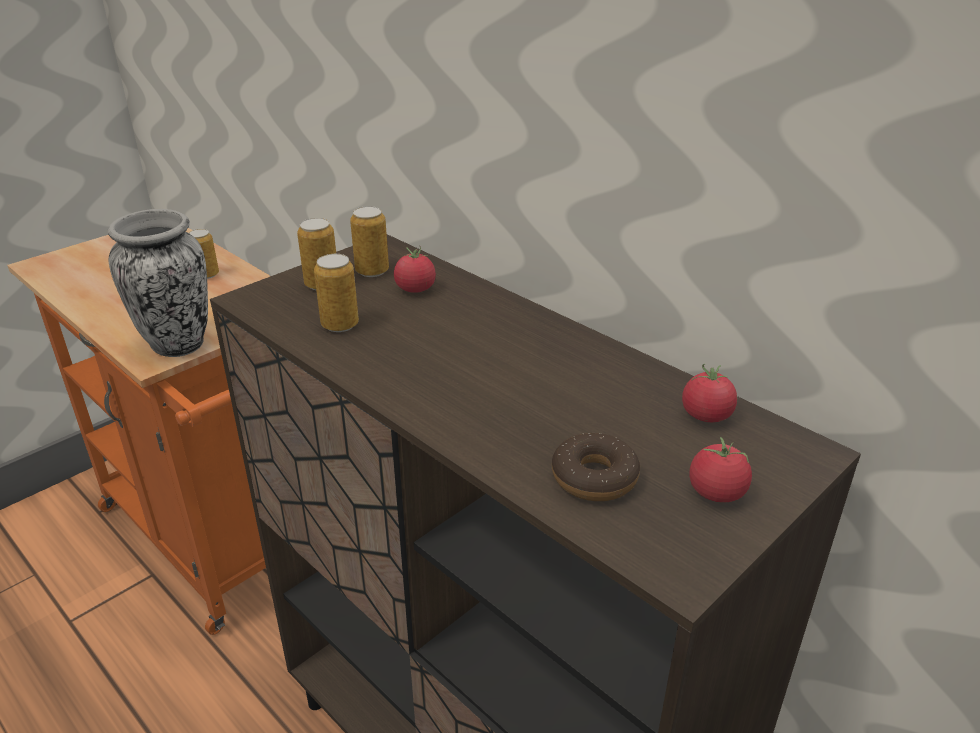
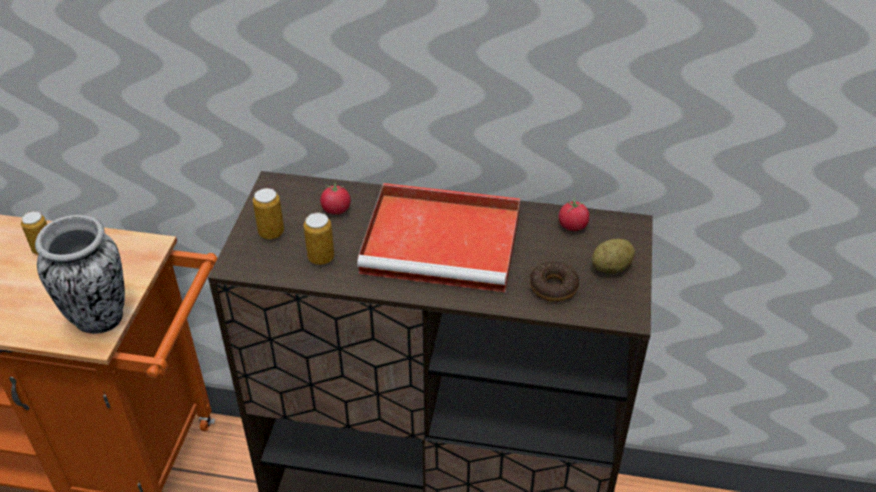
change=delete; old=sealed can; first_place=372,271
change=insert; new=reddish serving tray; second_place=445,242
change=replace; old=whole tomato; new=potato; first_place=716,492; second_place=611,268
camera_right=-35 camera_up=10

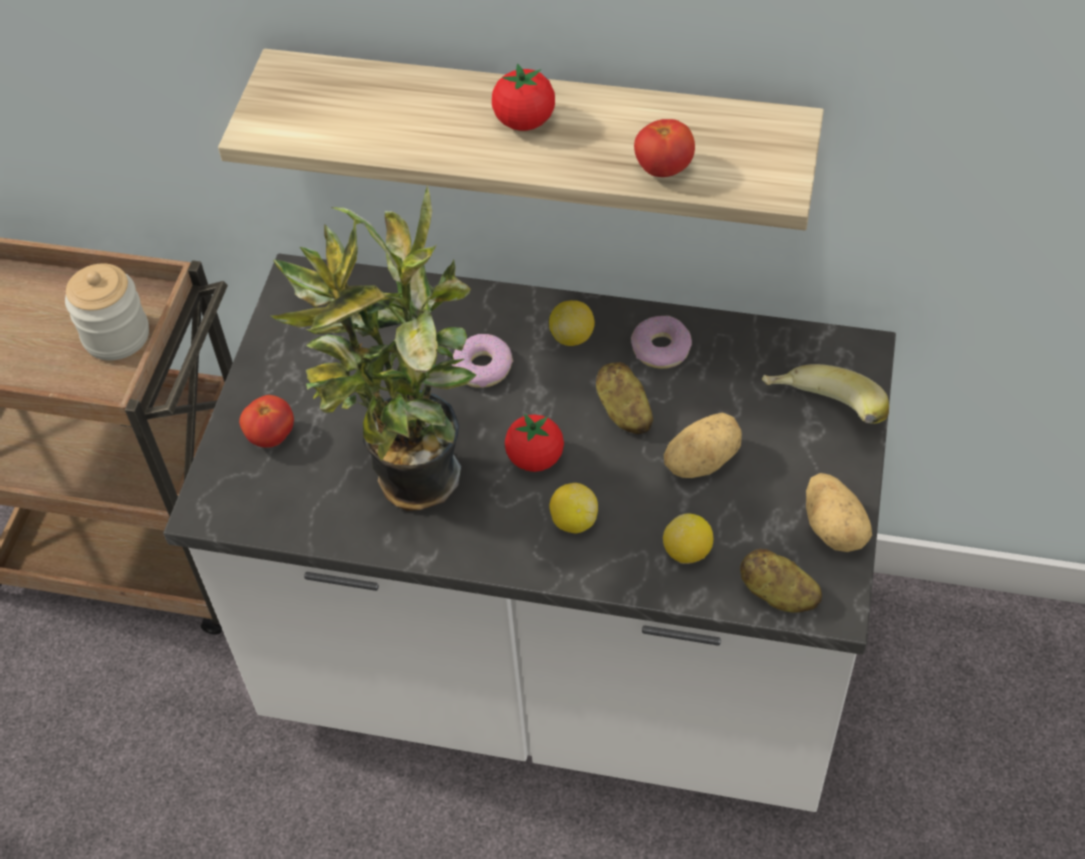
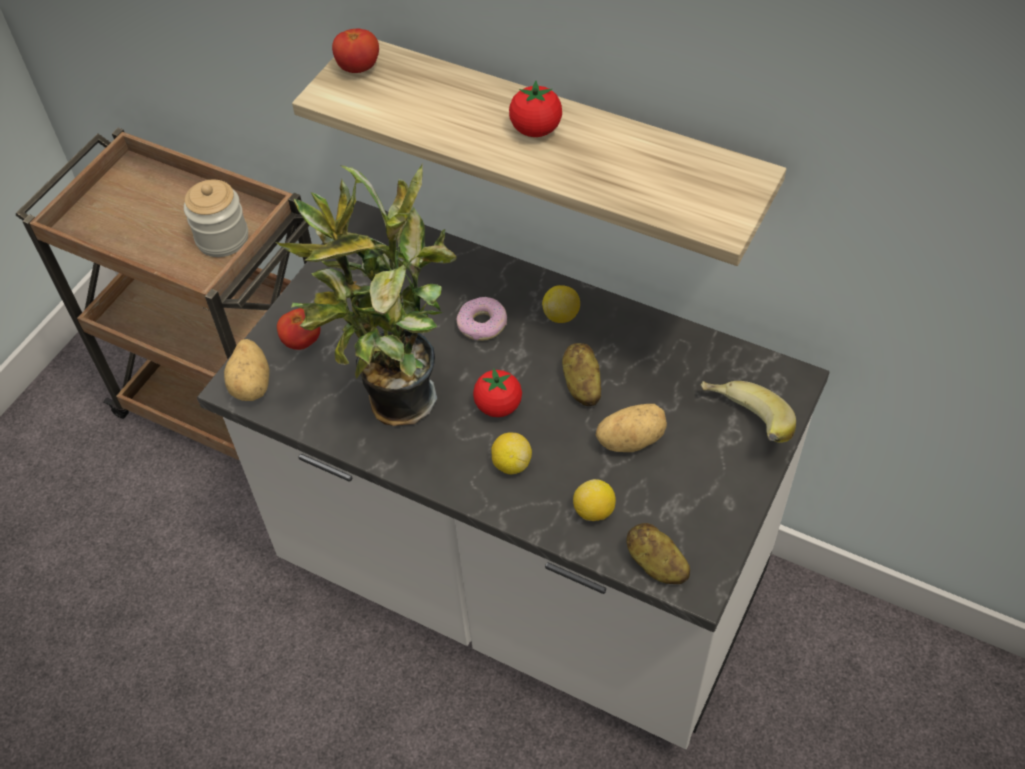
change=delete; old=doughnut; first_place=660,349
change=move; old=whole tomato; first_place=663,168; second_place=359,68
change=move; old=potato; first_place=835,528; second_place=252,384
camera_right=15 camera_up=0

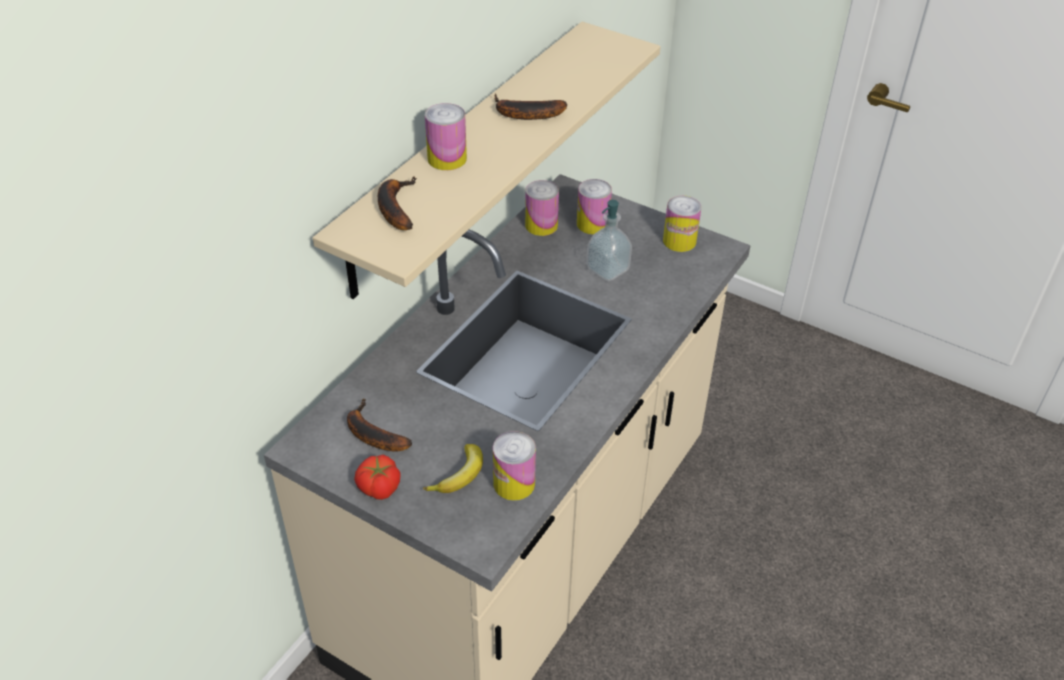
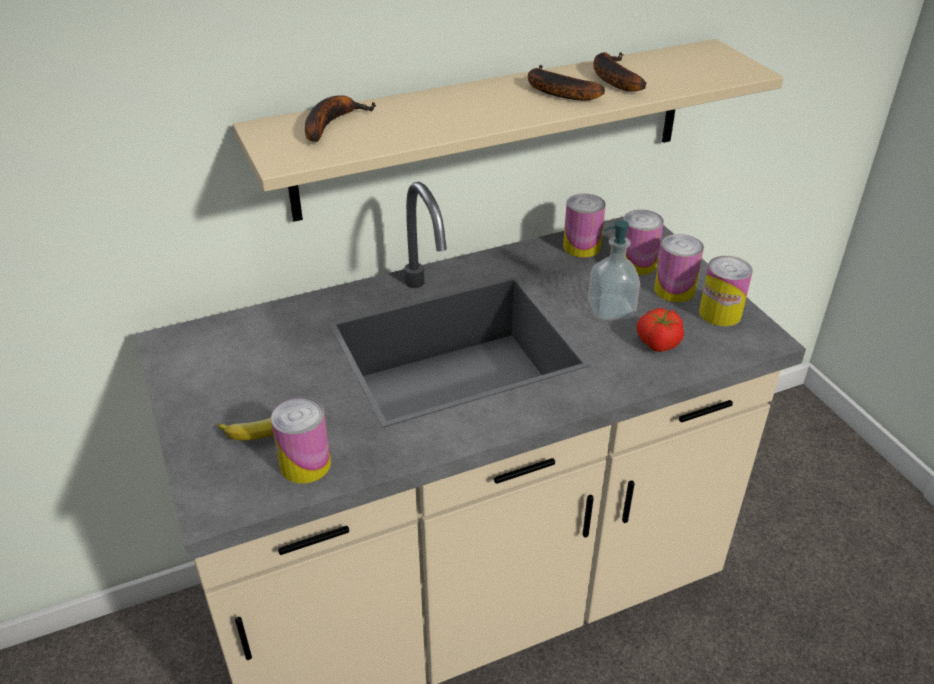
change=move; old=banana; first_place=371,434; second_place=612,78
change=move; old=whole tomato; first_place=378,487; second_place=657,342
change=move; old=sealed can; first_place=447,159; second_place=674,290
camera_right=35 camera_up=-5

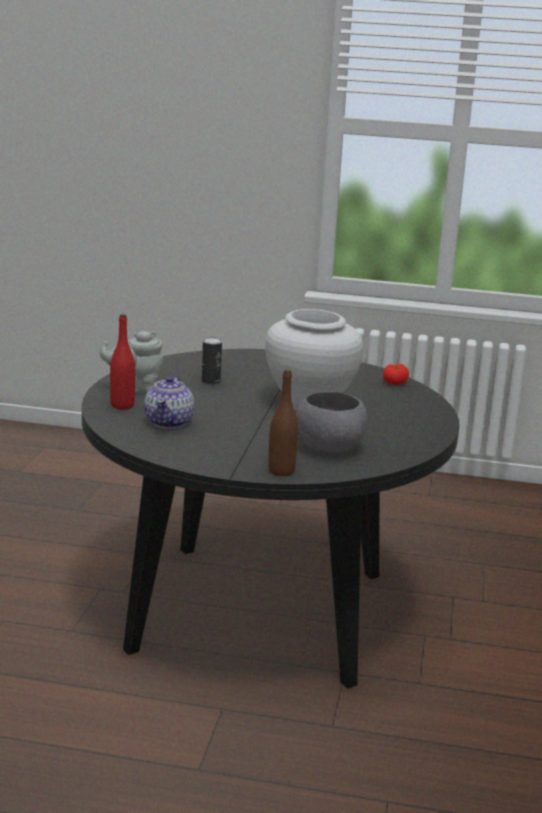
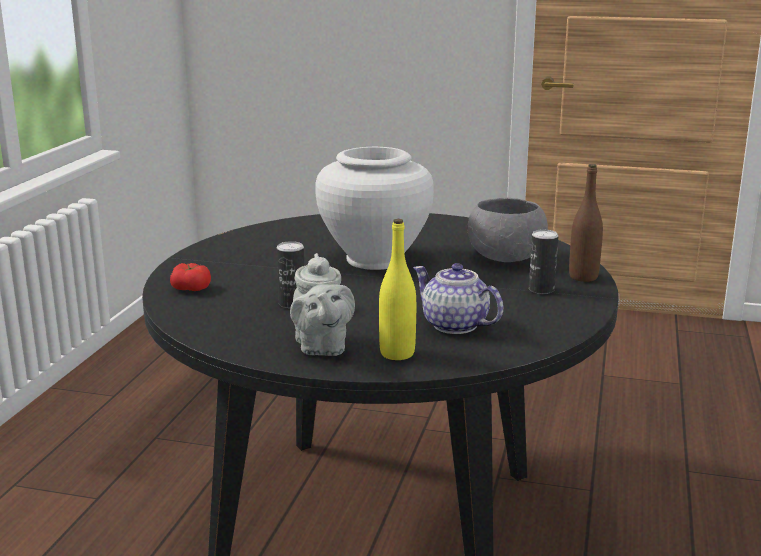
change=insert; new=sealed can; second_place=541,289
change=move; old=whole tomato; first_place=395,382; second_place=191,288
change=recolor; old=reddish bottle; new=yellow bottle; first_place=122,405; second_place=397,353
change=rotate; old=tea pot; first_place=169,422; second_place=455,325; degrees=-150
camera_right=-85 camera_up=0

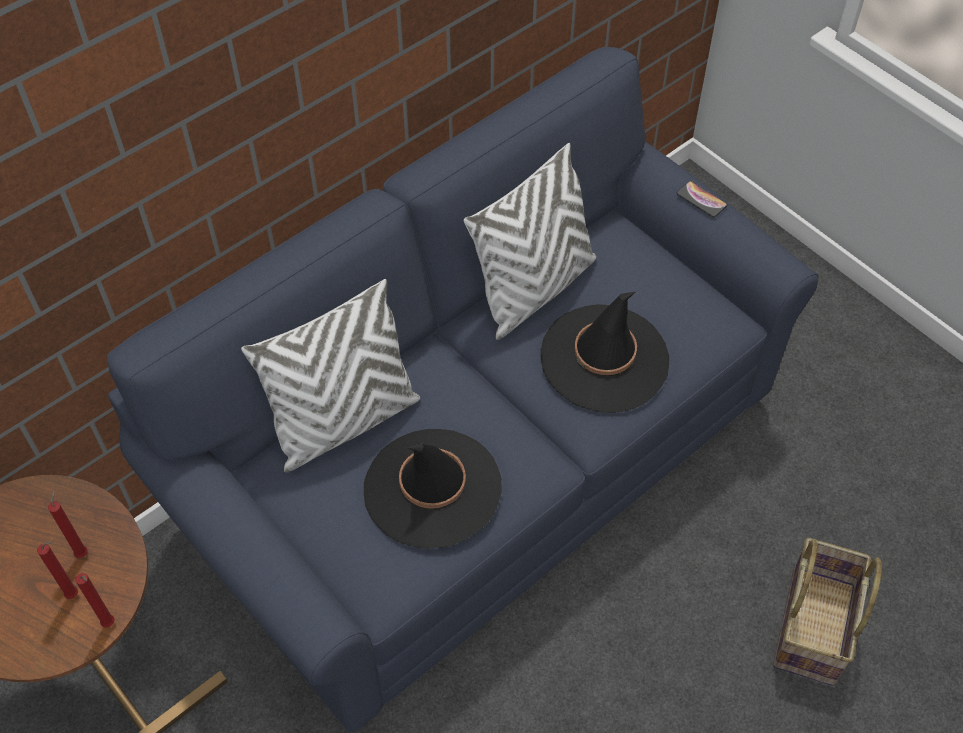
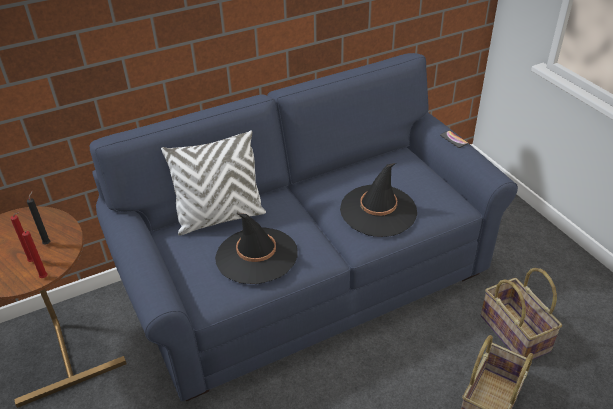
change=delete; old=white cushion; first_place=534,289
change=insert; new=storage basket; second_place=516,333
change=recolor; old=reddish wax candle; new=black wax candle; first_place=83,552; second_place=48,243
camera_right=15 camera_up=-15

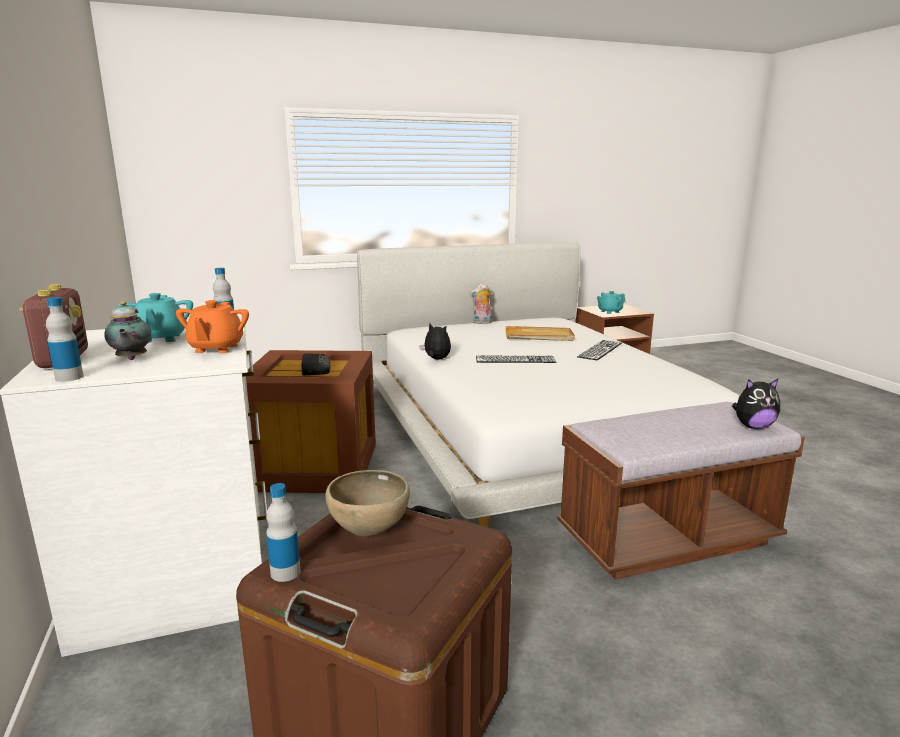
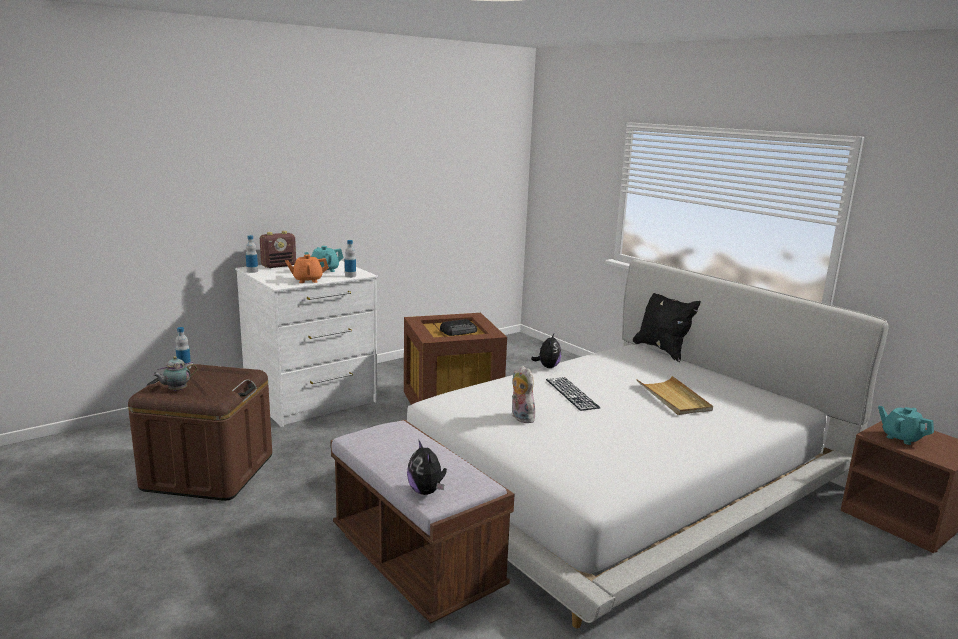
change=delete; old=brown bowl; first_place=369,531
change=delete; old=keyboard; first_place=600,350
change=insert; new=black cushion; second_place=662,350
change=move; old=tea pot; first_place=131,359; second_place=176,390
change=move; old=plush toy; first_place=482,323; second_place=520,417
camera_right=70 camera_up=0

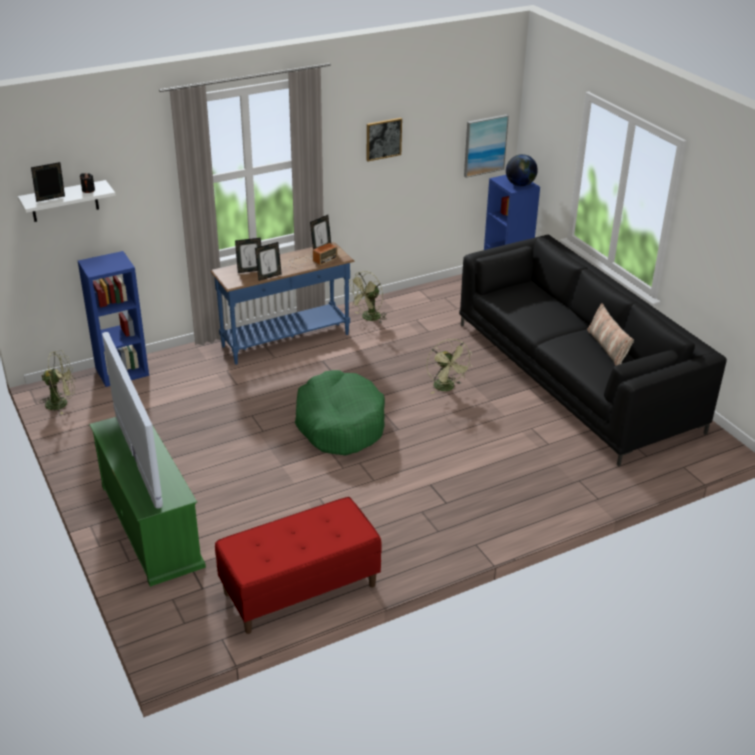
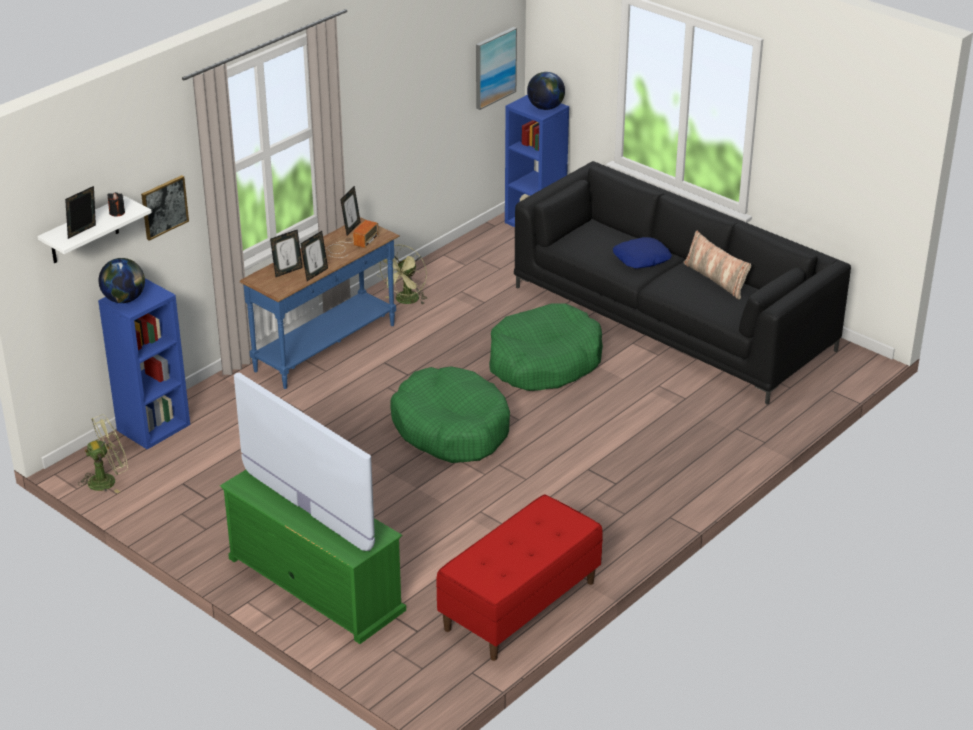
change=insert; new=world globe; second_place=124,299
change=insert; new=blue-coloured cushion; second_place=642,259
change=move; old=wall picture; first_place=383,139; second_place=164,207
change=replace; old=greenish fan; new=greenish dog cushion; first_place=447,388; second_place=544,362
camera_right=-20 camera_up=0

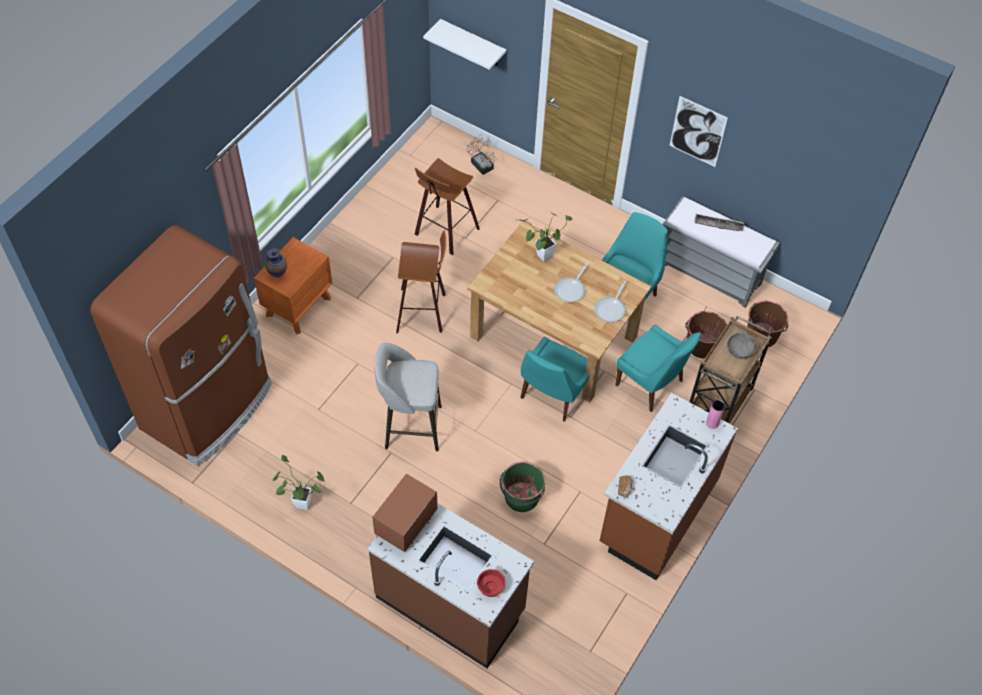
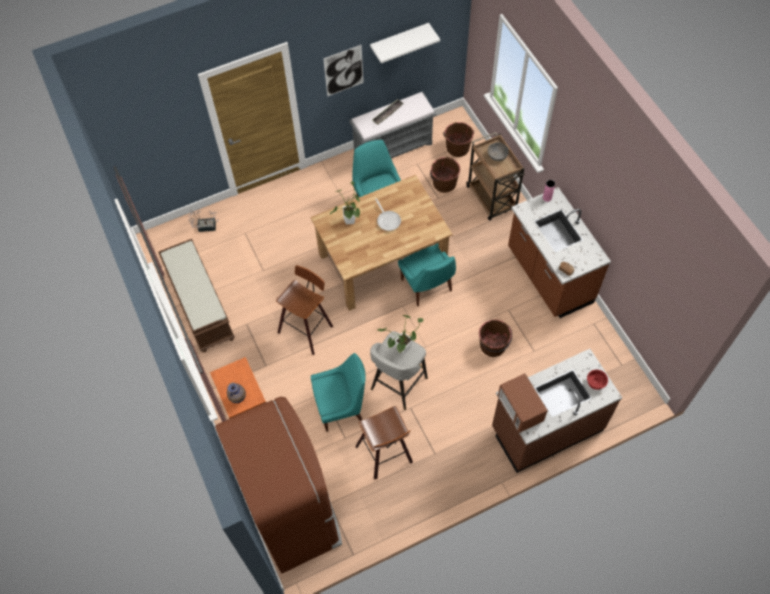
change=delete; old=skillet; first_place=611,309
change=insert; new=brown indoor bench; second_place=199,305
change=move; old=potted plant; first_place=300,503; second_place=401,350
change=move; old=stool seat; first_place=445,232; second_place=386,455
change=move; old=white shelf; first_place=473,43; second_place=399,41
change=move; old=turquoise upright chair; first_place=651,384; second_place=341,407
change=recolor; old=greenish pail; new=brown pail; first_place=521,497; second_place=493,346
camera_right=-55 camera_up=5

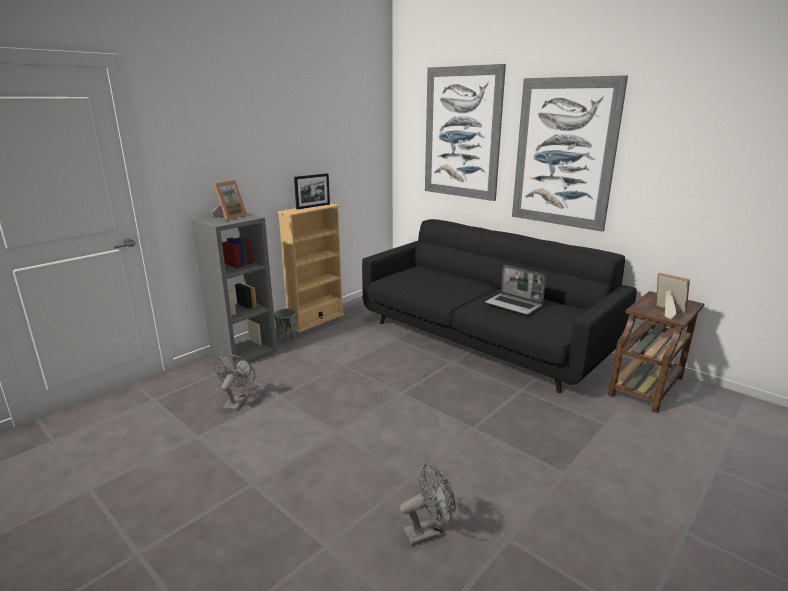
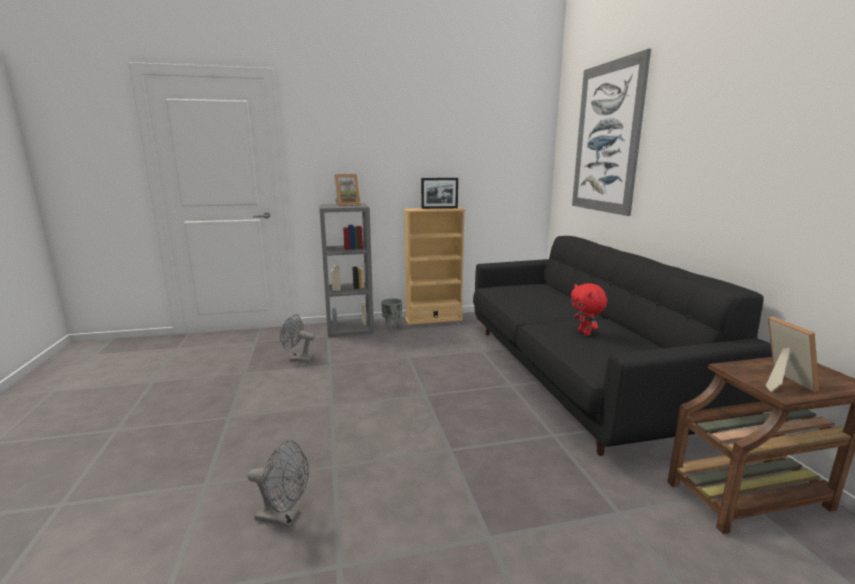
change=delete; old=wall picture; first_place=564,153
change=replace; old=laptop; new=reddish plush toy; first_place=514,305; second_place=585,333
change=rotate; old=grey fan; first_place=236,402; second_place=298,359; degrees=-120
camera_right=35 camera_up=-5

